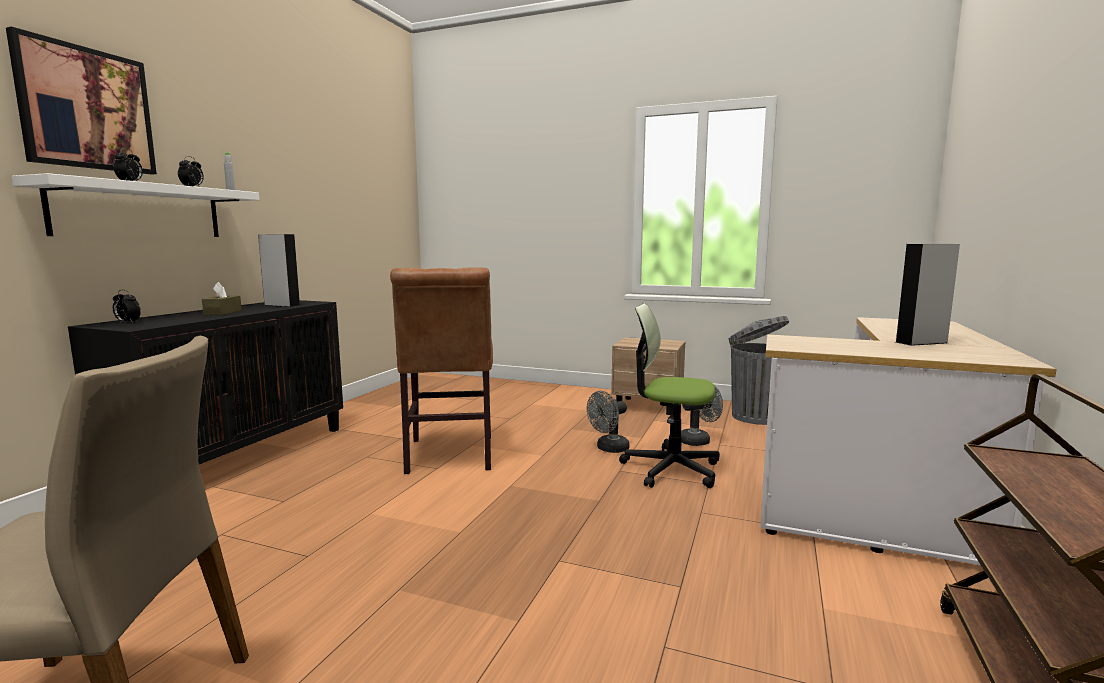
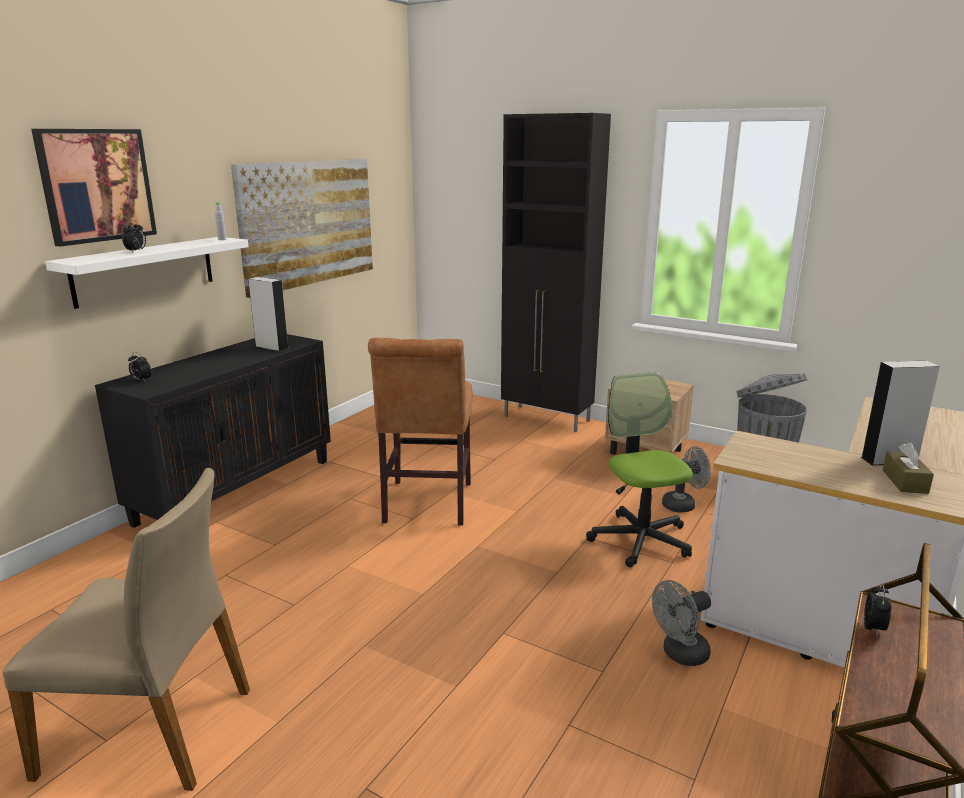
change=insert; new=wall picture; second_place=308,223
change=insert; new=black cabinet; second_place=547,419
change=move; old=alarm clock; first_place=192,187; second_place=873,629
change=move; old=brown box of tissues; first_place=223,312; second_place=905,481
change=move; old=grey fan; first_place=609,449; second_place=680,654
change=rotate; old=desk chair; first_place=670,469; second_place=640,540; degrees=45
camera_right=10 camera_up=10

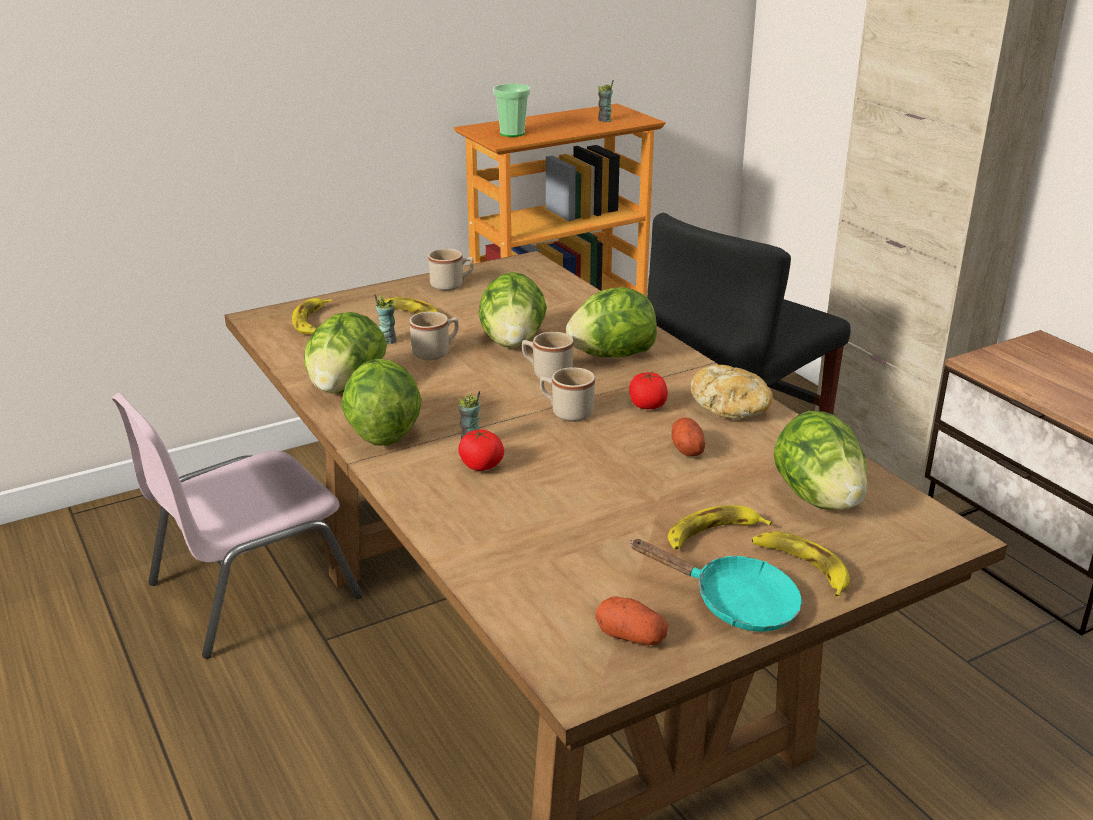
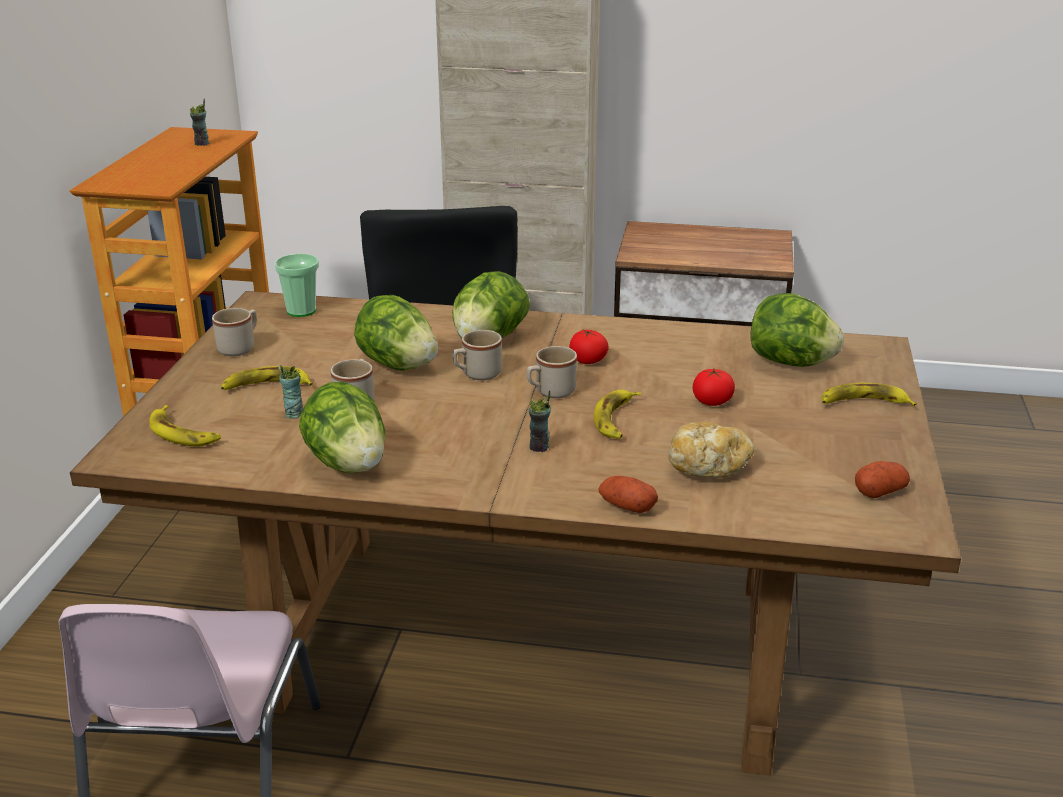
change=delete; old=lettuce head; first_place=382,433
change=delete; old=turquoise skillet; first_place=734,604
change=move; old=whole tomato; first_place=481,466; second_place=712,401
change=move; old=small cup; first_place=512,133; second_place=301,311
change=move; old=banana; first_place=712,534; second_place=616,419
change=move; old=potato; first_place=687,448; second_place=627,506
change=move; old=baked bread; first_place=731,409; second_place=708,467
camera_right=-50 camera_up=0

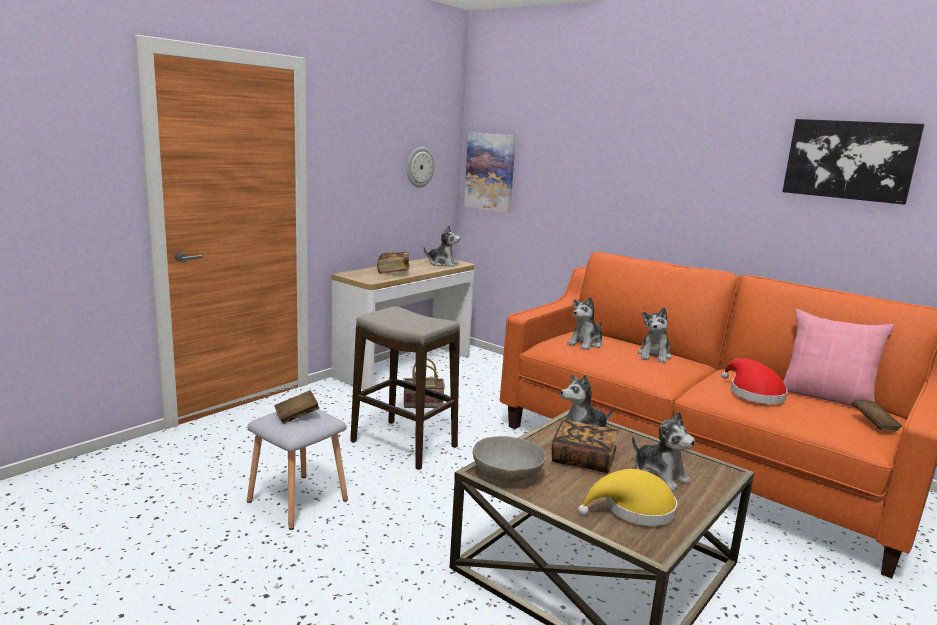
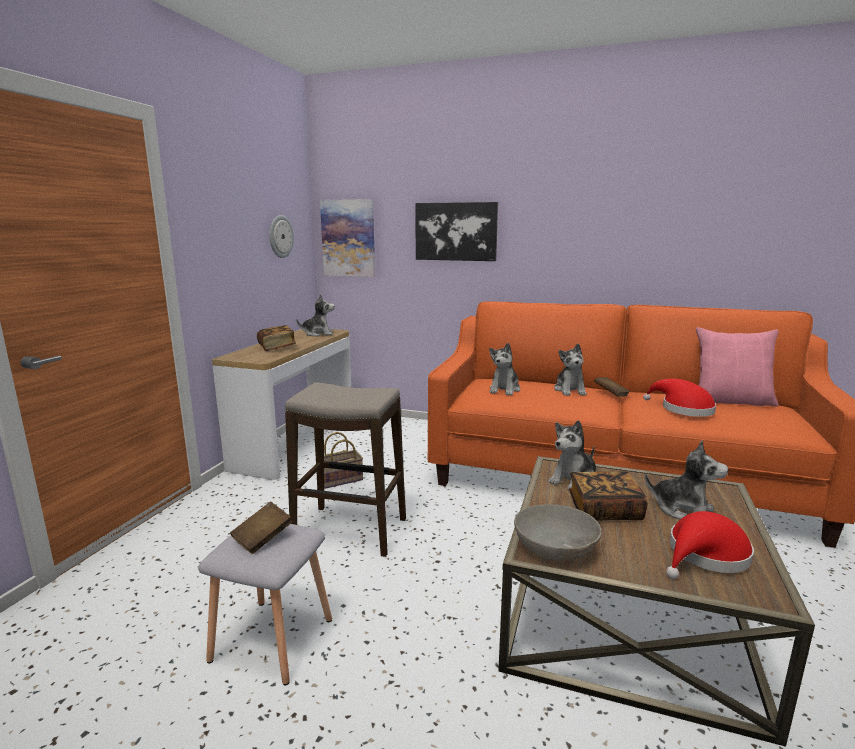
change=move; old=wall picture; first_place=849,160; second_place=456,231
change=move; old=brown book; first_place=873,425; second_place=610,394
change=recolor; old=yellow clothing hat; new=reddish clothing hat; first_place=633,509; second_place=705,555
camera_right=-20 camera_up=0

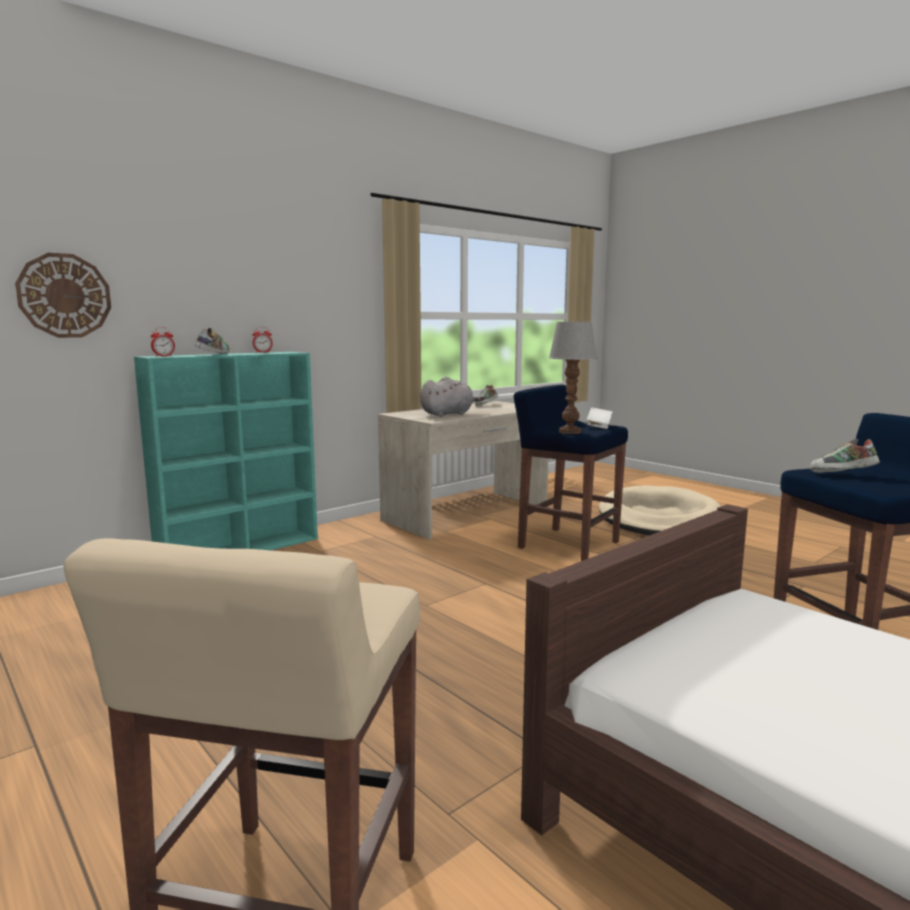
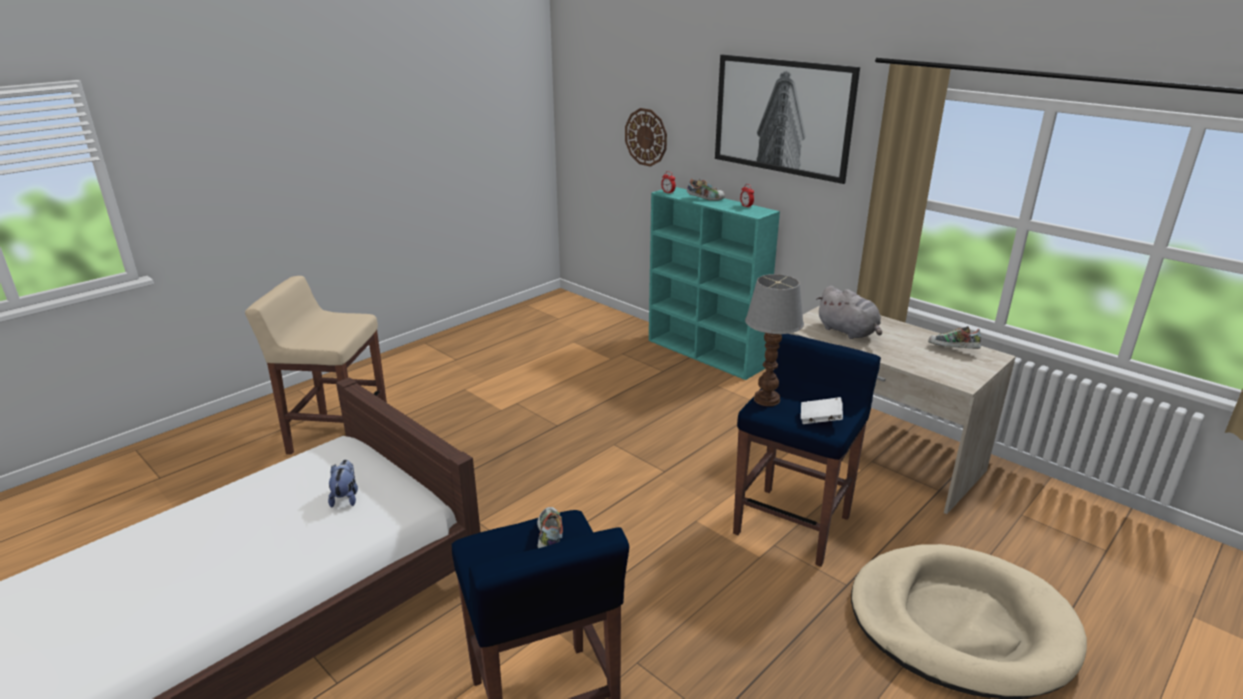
change=insert; new=plush toy; second_place=346,497
change=insert; new=wall picture; second_place=782,116
camera_right=85 camera_up=15

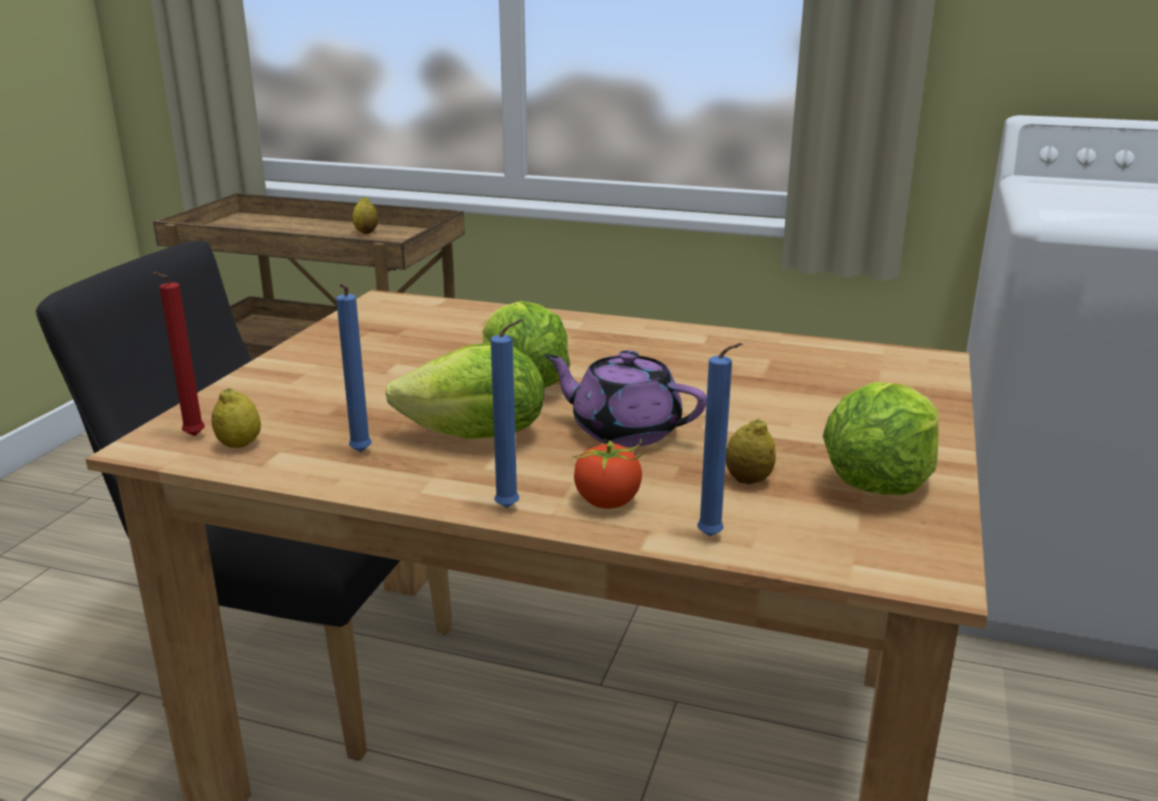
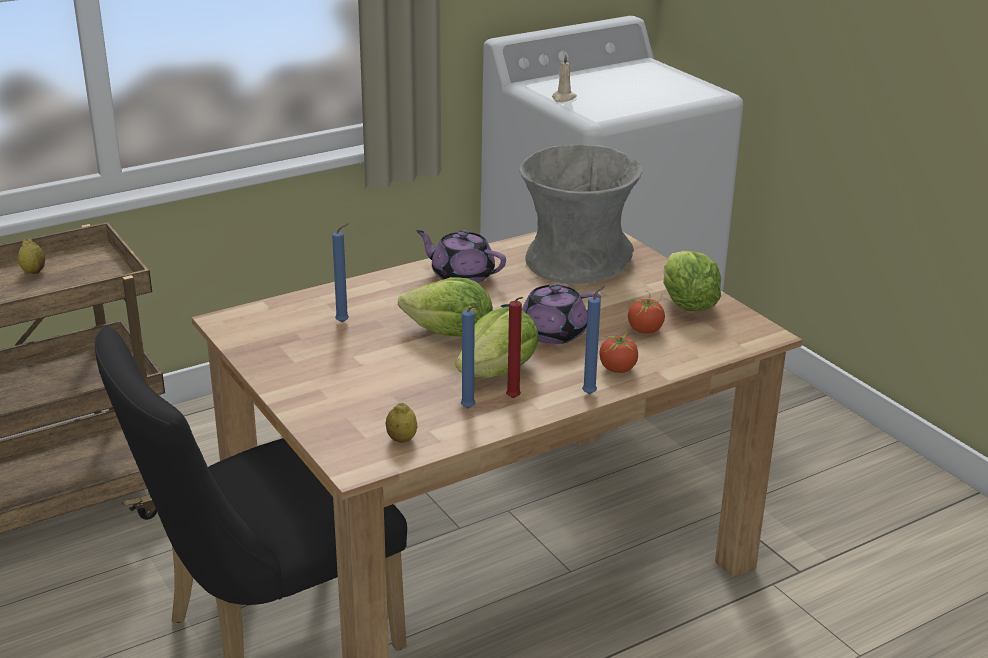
change=insert; new=purplish tea pot; second_place=461,276
change=insert; new=grey flower vase; second_place=576,262
change=insert; new=sand-coloured wax candle; second_place=563,98
change=move; old=reddish wax candle; first_place=192,437; second_place=514,399
change=move; old=blue-coloured wax candle; first_place=713,538; second_place=344,322
change=replace; old=whole lemon; new=whole tomato; first_place=748,480; second_place=645,330
camera_right=-50 camera_up=5

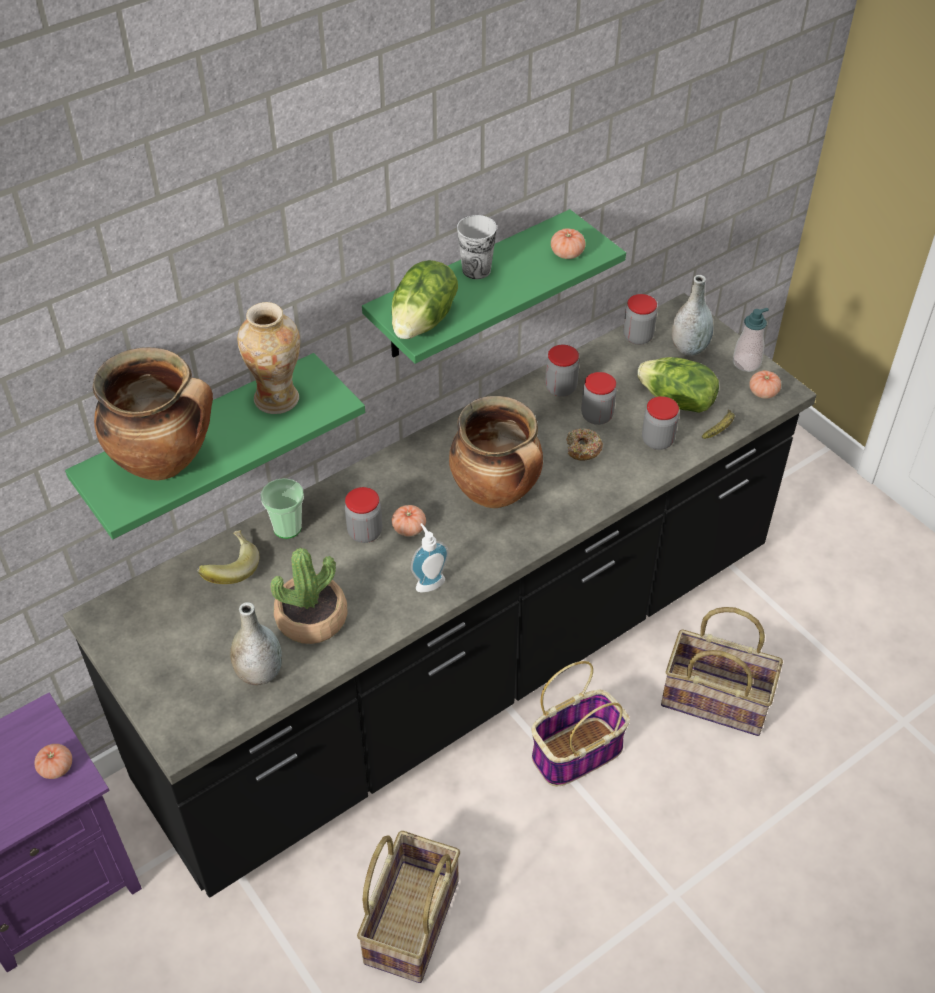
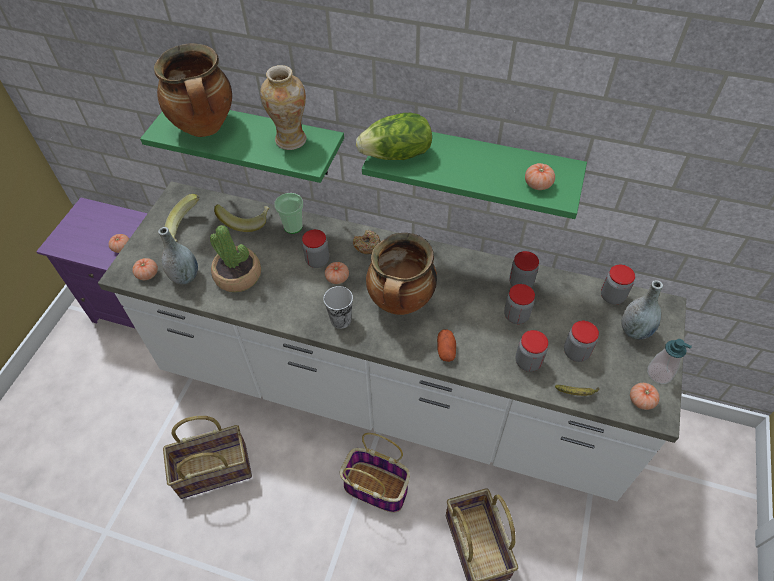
change=delete; old=liquid soap bottle; first_place=428,581
change=insert; new=whole tomato; second_place=147,274
change=insert; new=banana; second_place=186,228
change=insert; new=potato; second_place=446,350
change=move; old=small cup; first_place=476,270; second_place=341,320
change=move; old=doughnut; first_place=583,449; second_place=367,245
change=replace; old=lettuce head; new=jar; first_place=676,401; second_place=576,352
change=recolor; old=black kitchen counter; new=white kitchen counter; first_place=467,666; second_place=389,393
camera_right=55 camera_up=5

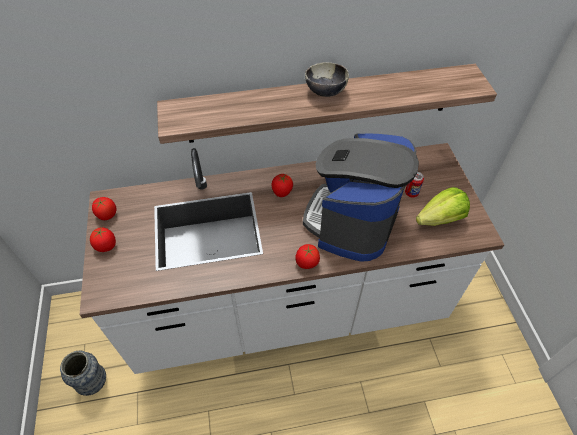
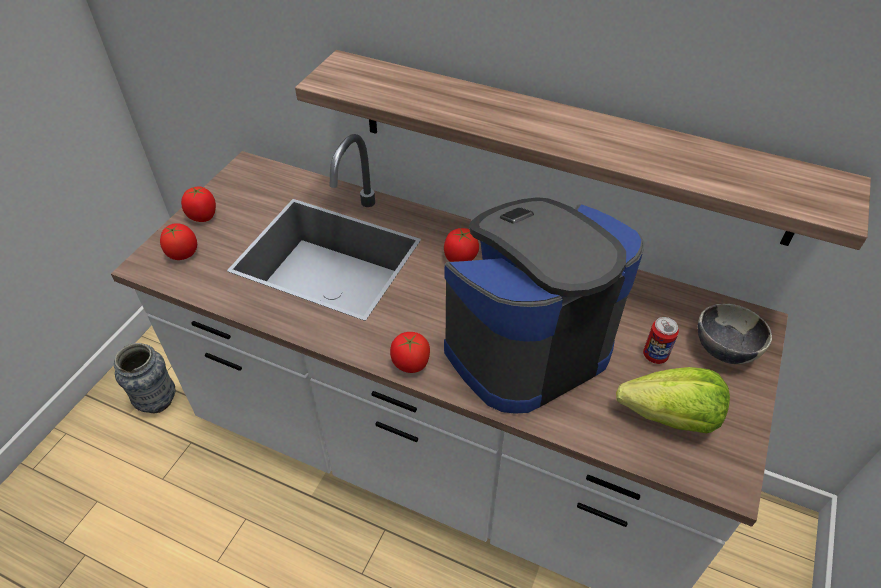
change=move; old=whole tomato; first_place=107,215; second_place=183,254
change=move; old=bowl; first_place=325,92; second_place=724,350
camera_right=35 camera_up=-5

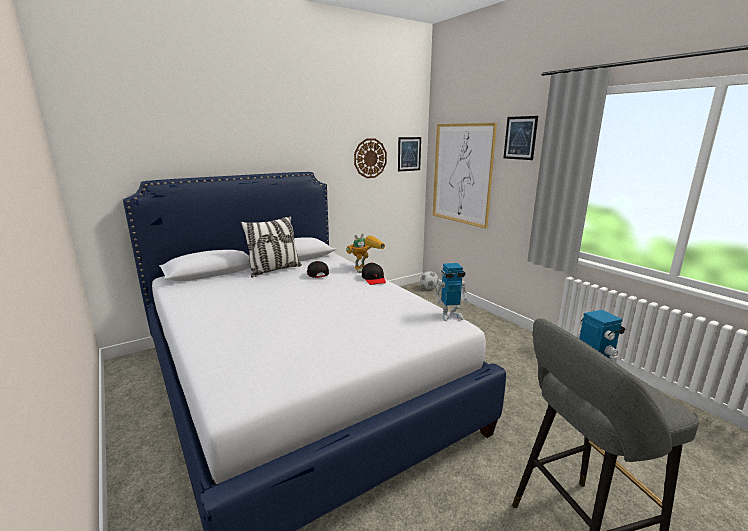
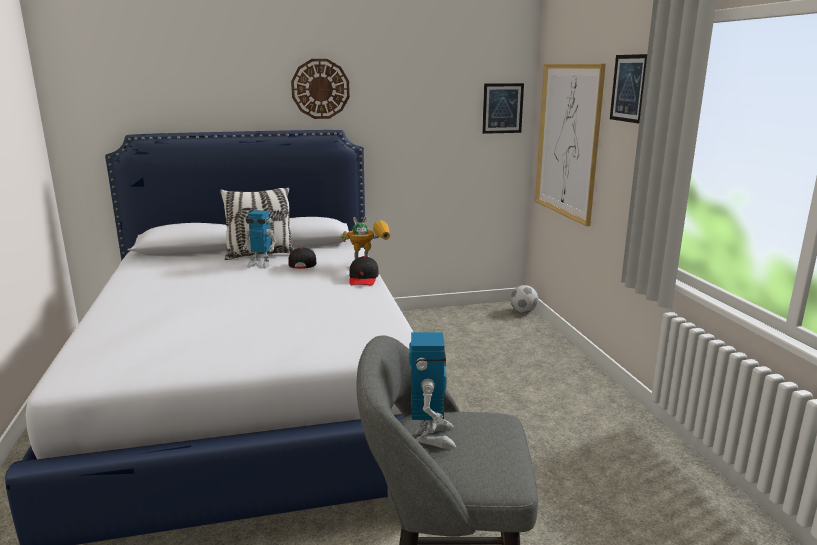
change=move; old=hanging clock; first_place=370,158; second_place=320,89
change=move; old=robot figure; first_place=450,315; second_place=261,264
camera_right=20 camera_up=0

